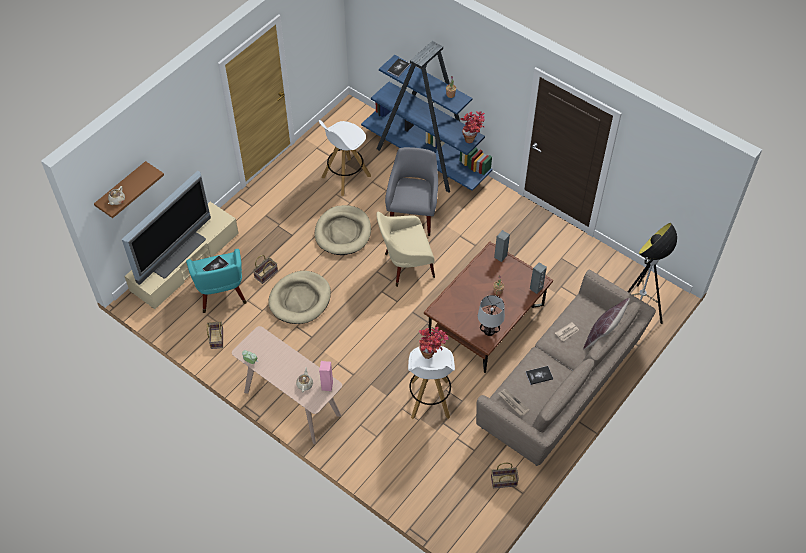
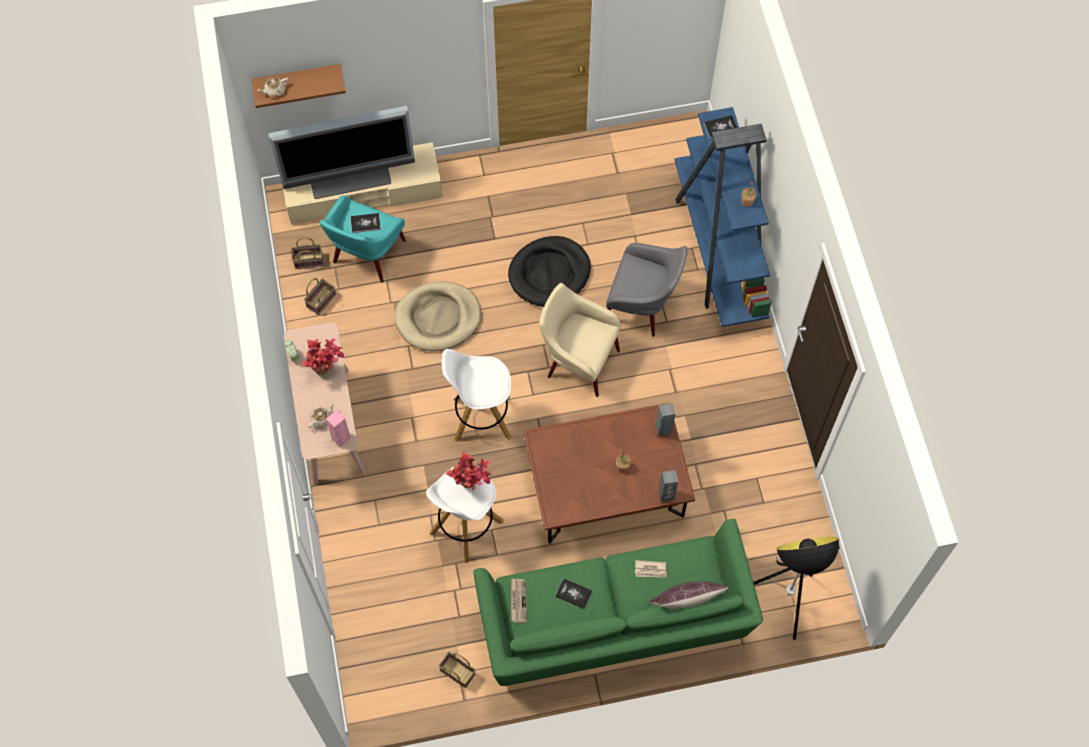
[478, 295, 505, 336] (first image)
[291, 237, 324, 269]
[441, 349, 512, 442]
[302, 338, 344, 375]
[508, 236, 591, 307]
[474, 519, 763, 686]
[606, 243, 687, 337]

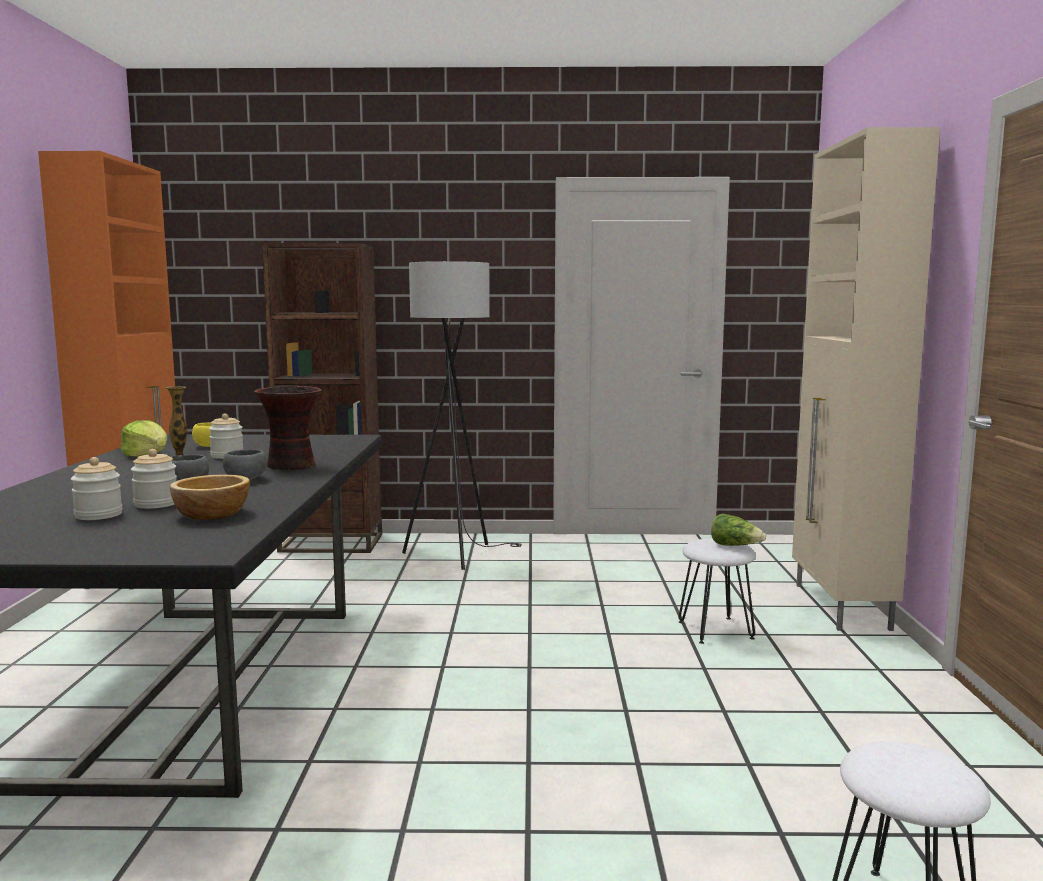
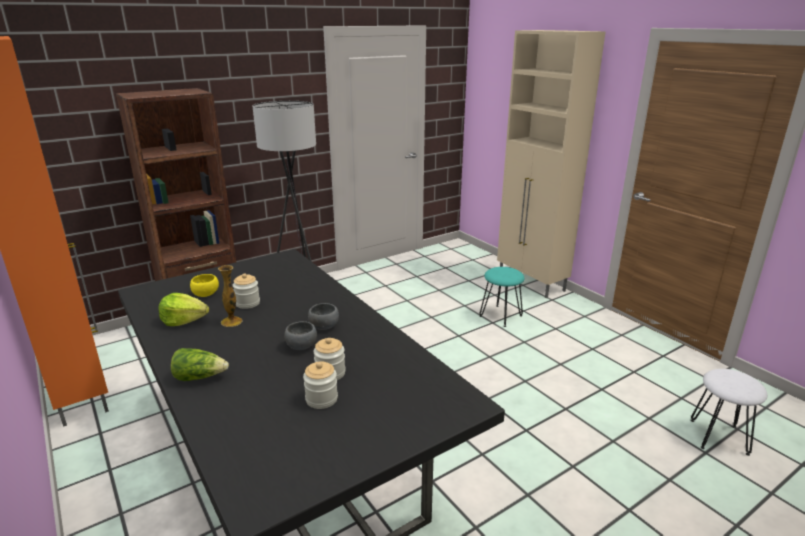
[170, 475, 250, 520] (first image)
[254, 386, 322, 470] (first image)
[171, 348, 229, 381]
[480, 267, 524, 327]

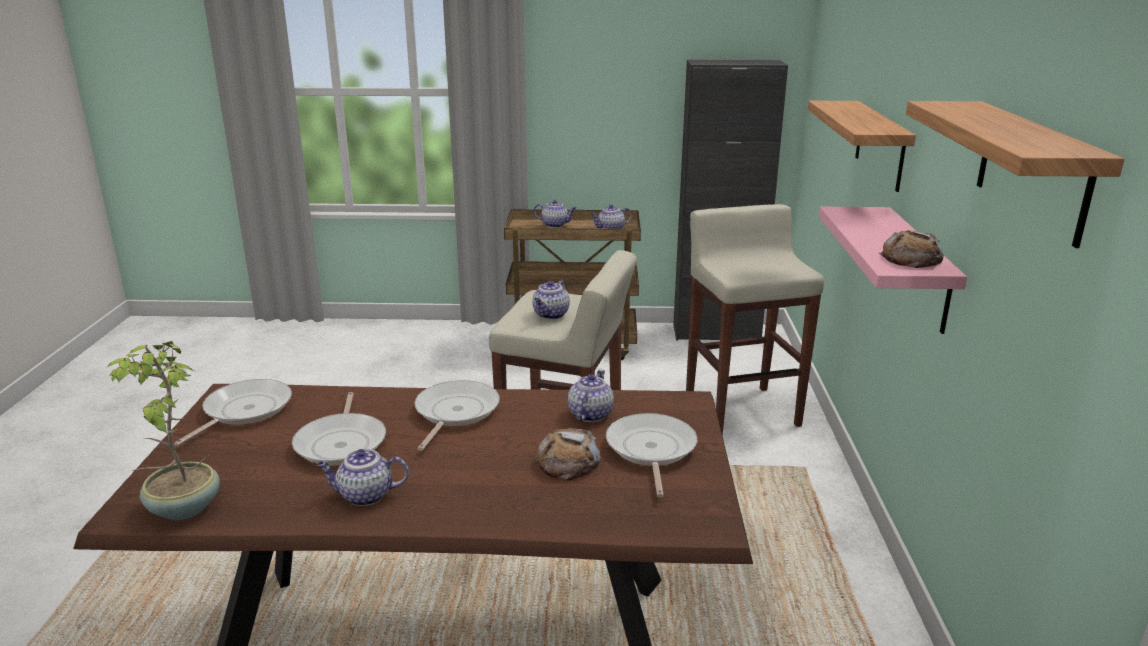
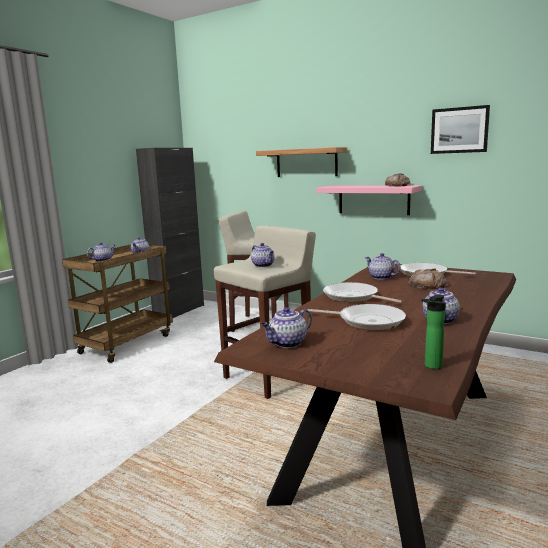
[421, 295, 446, 369]
[261, 307, 312, 348]
[431, 105, 490, 154]

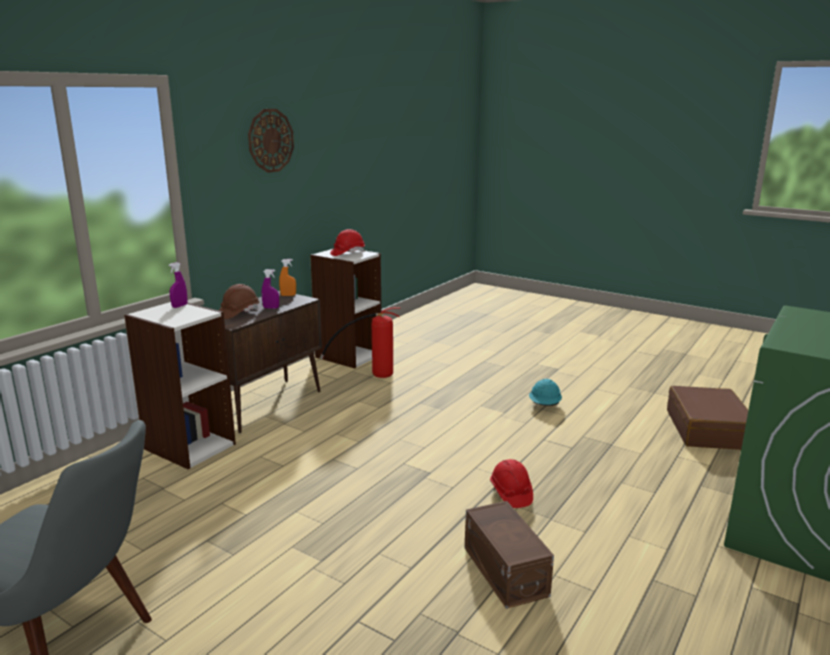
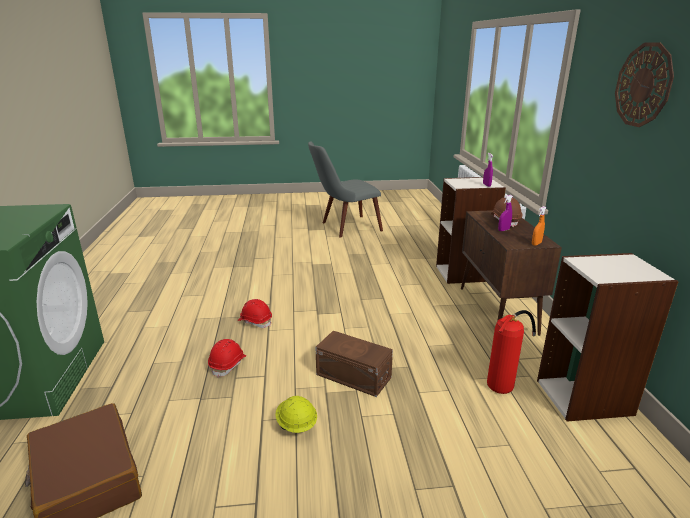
[208, 339, 246, 378]
[315, 331, 393, 397]
[275, 396, 317, 433]

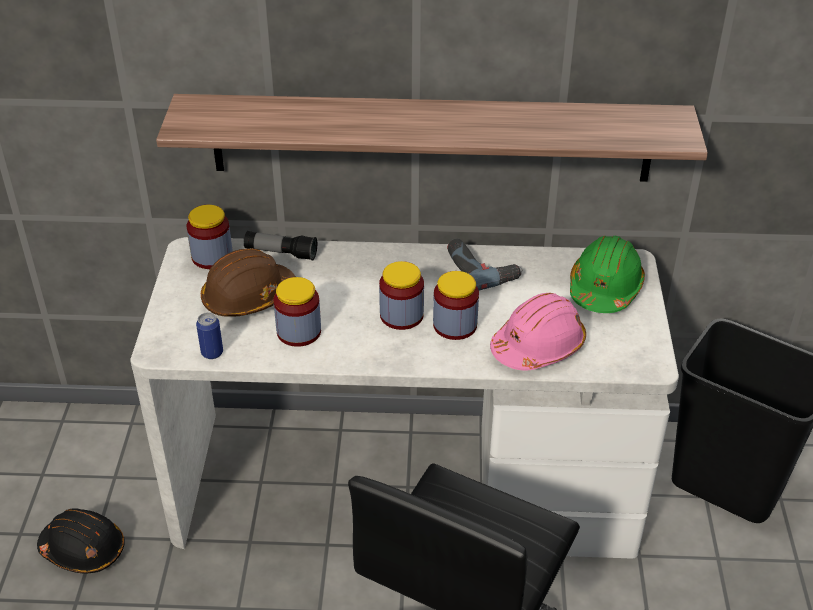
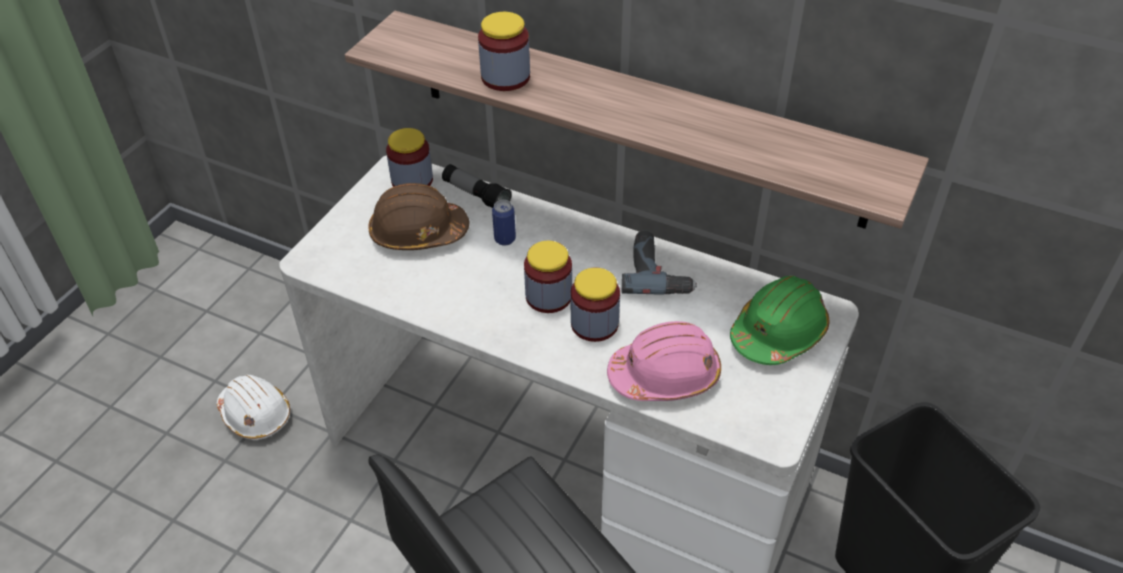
[492, 200, 516, 246]
[478, 12, 530, 91]
[217, 375, 290, 440]

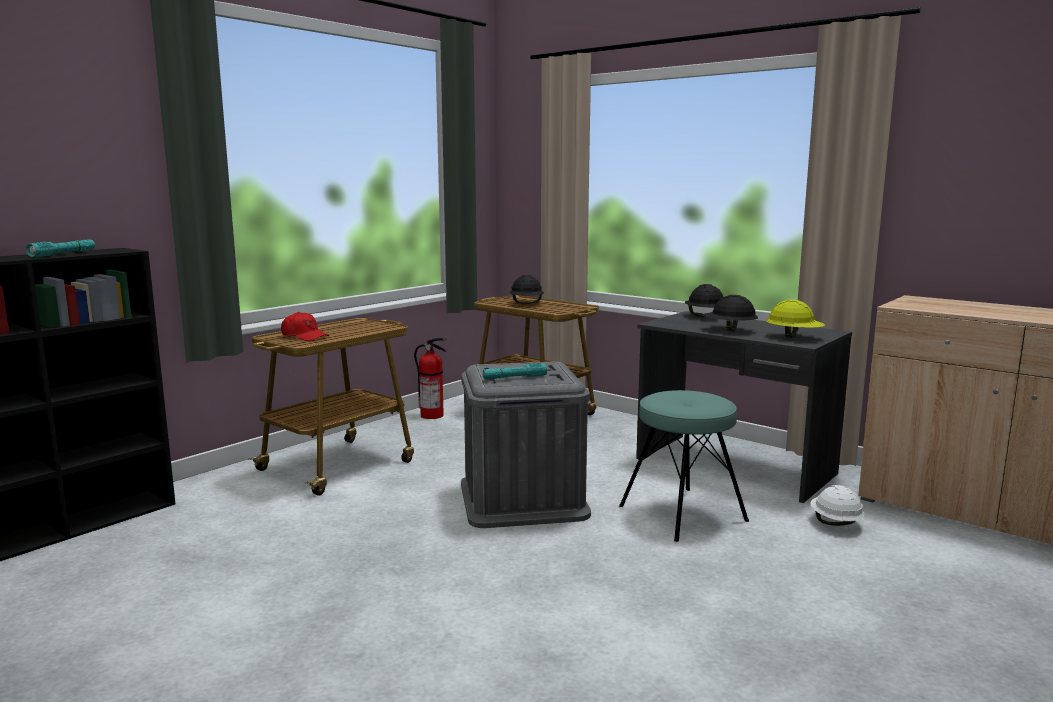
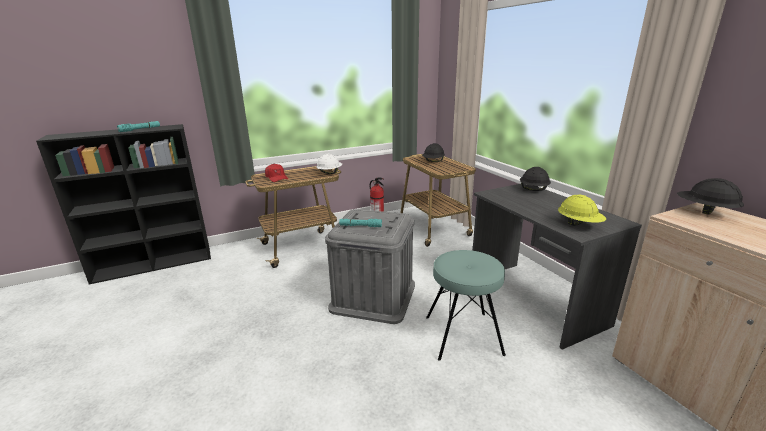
[677, 178, 744, 215]
[316, 154, 342, 174]

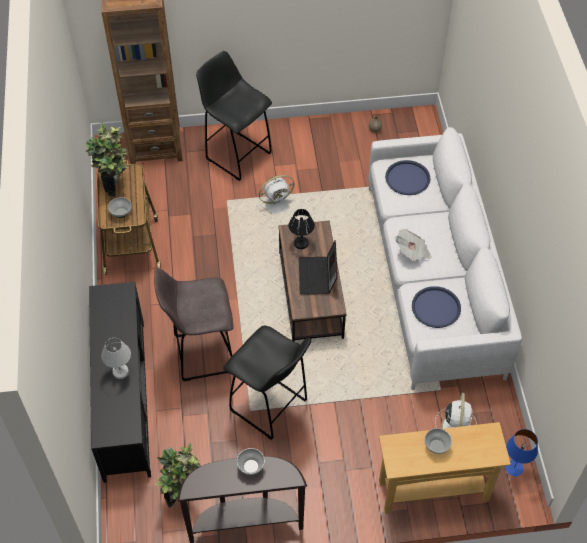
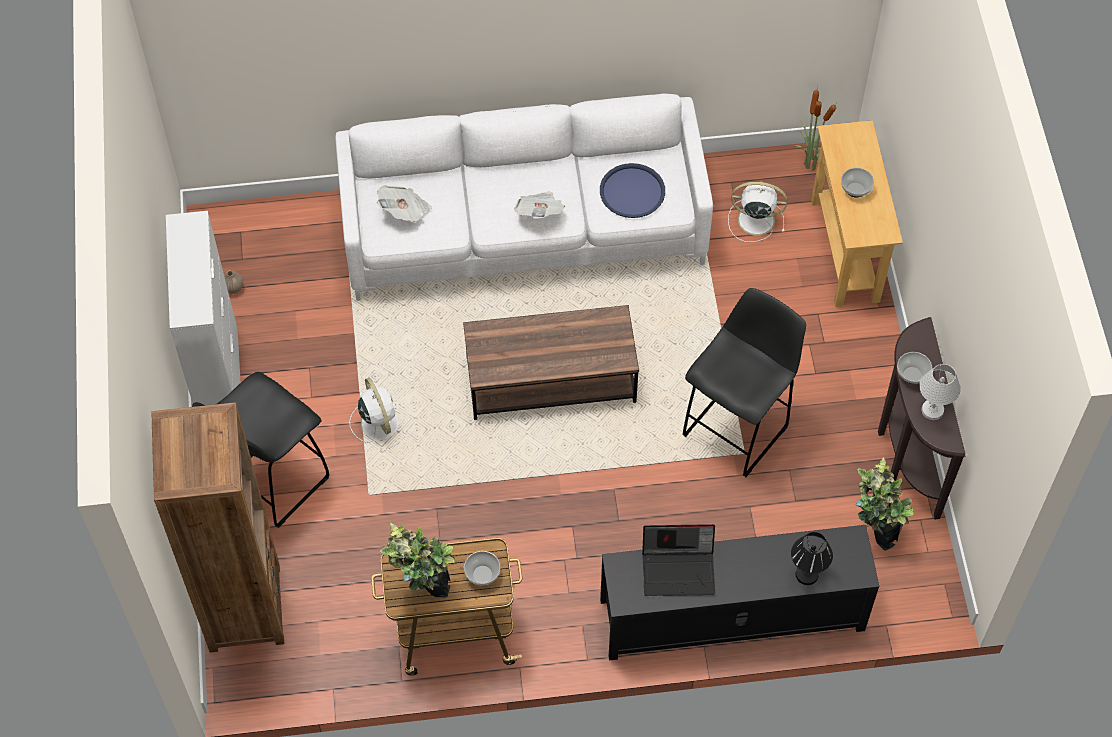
[154, 268, 234, 381] (first image)
[166, 211, 241, 405]
[919, 364, 961, 420]
[791, 532, 833, 585]
[642, 524, 715, 596]
[376, 186, 432, 222]
[794, 86, 836, 170]

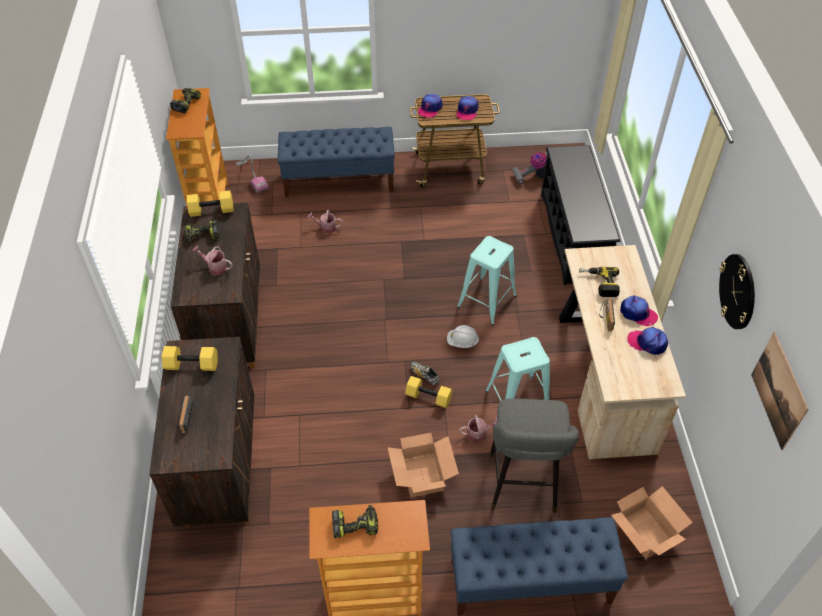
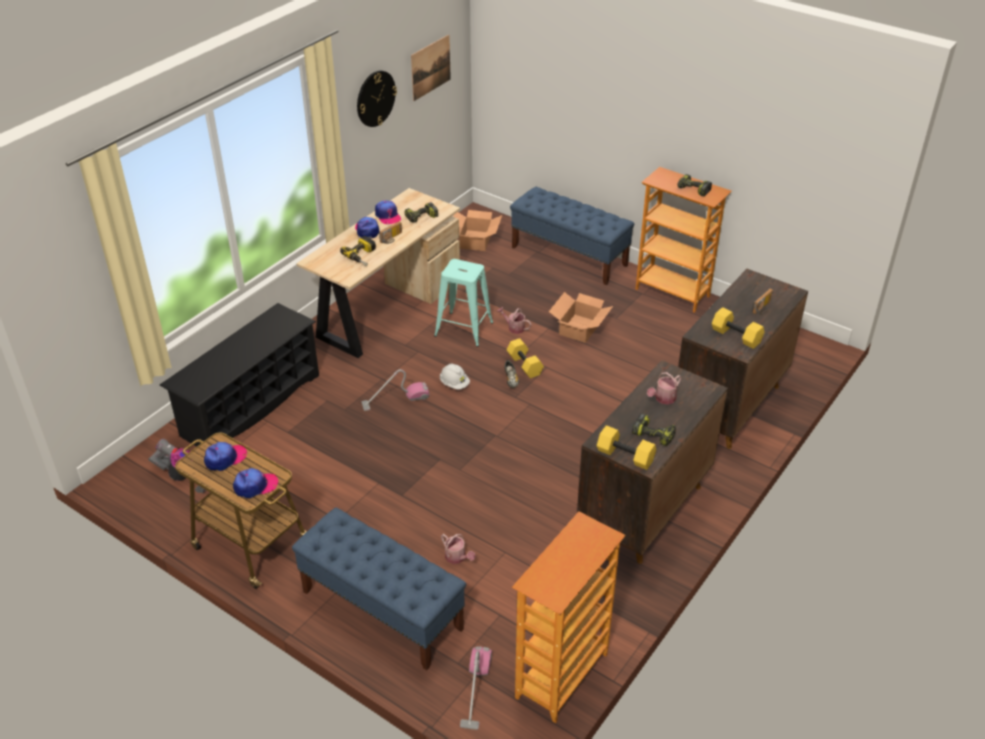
[489, 399, 579, 513] (first image)
[404, 202, 438, 223]
[362, 369, 430, 411]
[647, 372, 681, 405]

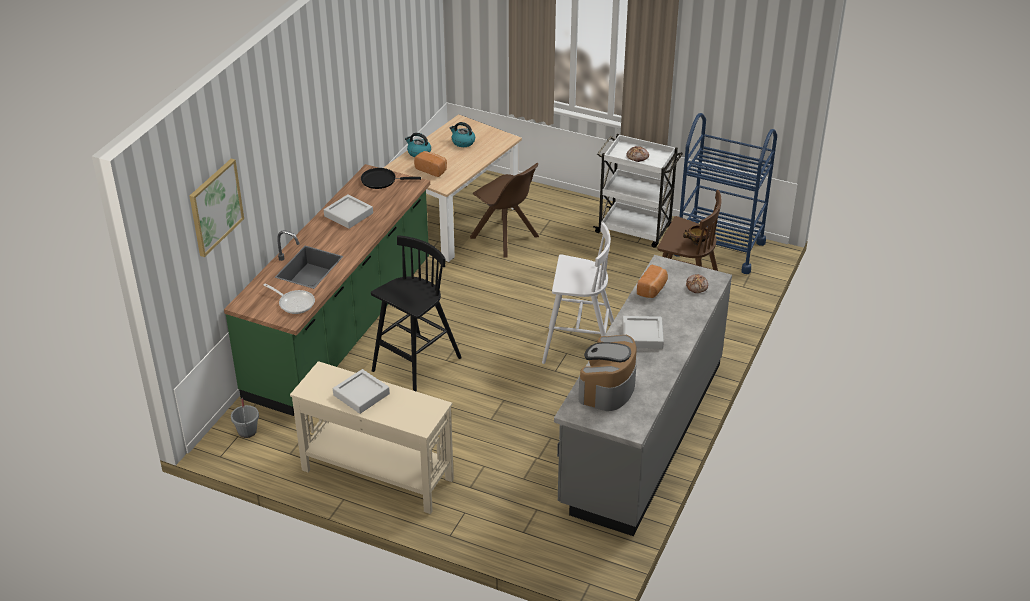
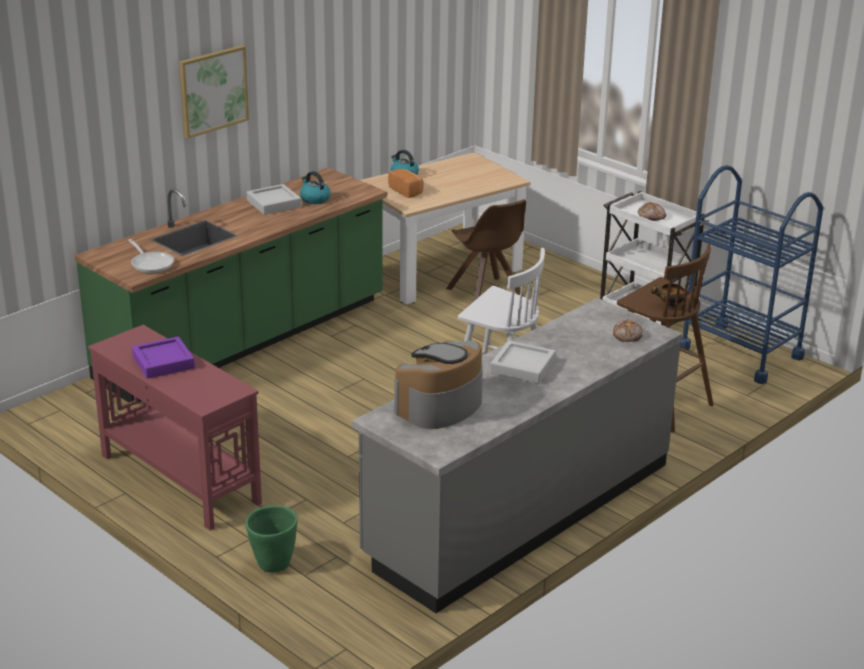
[231, 398, 259, 438] (first image)
[361, 168, 421, 189] (first image)
[371, 235, 462, 392] (first image)
[637, 265, 668, 298] (first image)
[245, 505, 298, 573]
[179, 45, 249, 139]
[300, 171, 331, 204]
[88, 325, 262, 531]
[132, 337, 195, 379]

